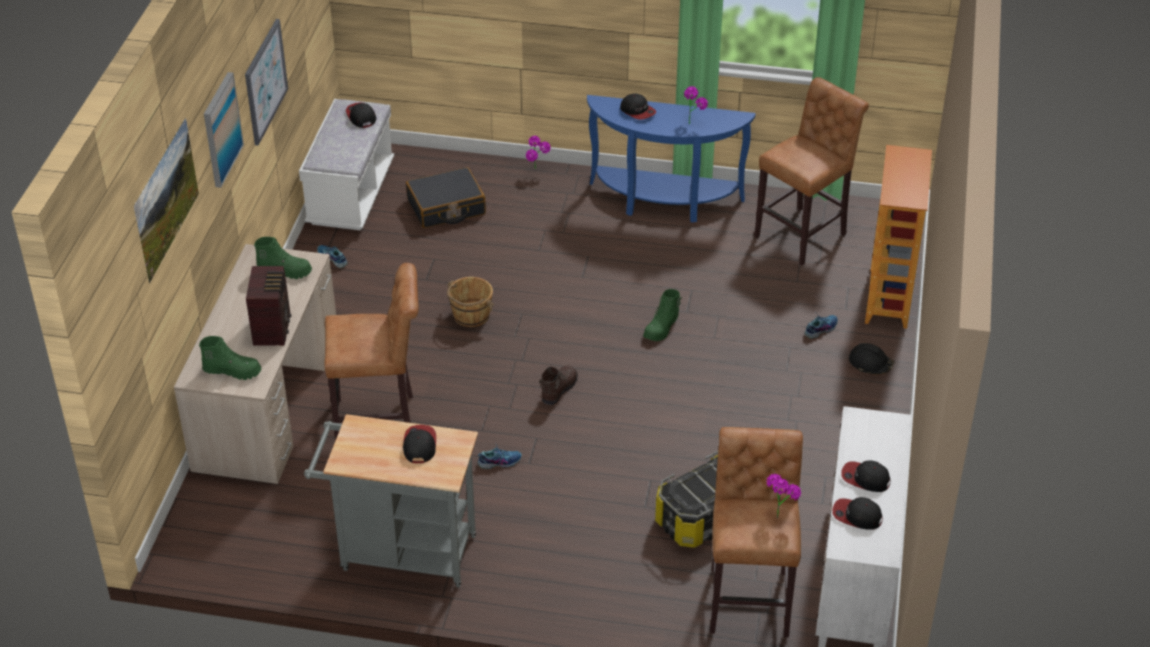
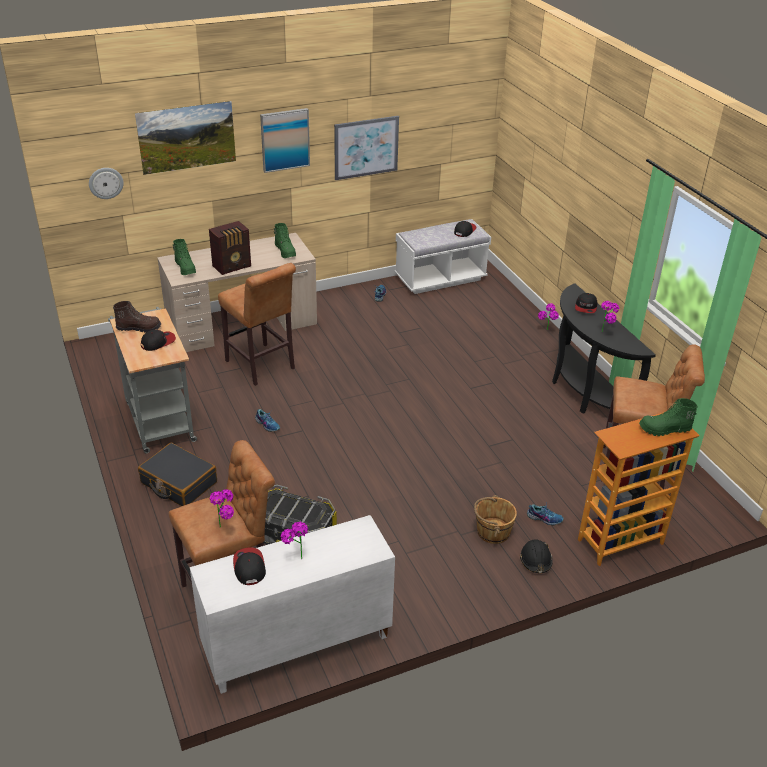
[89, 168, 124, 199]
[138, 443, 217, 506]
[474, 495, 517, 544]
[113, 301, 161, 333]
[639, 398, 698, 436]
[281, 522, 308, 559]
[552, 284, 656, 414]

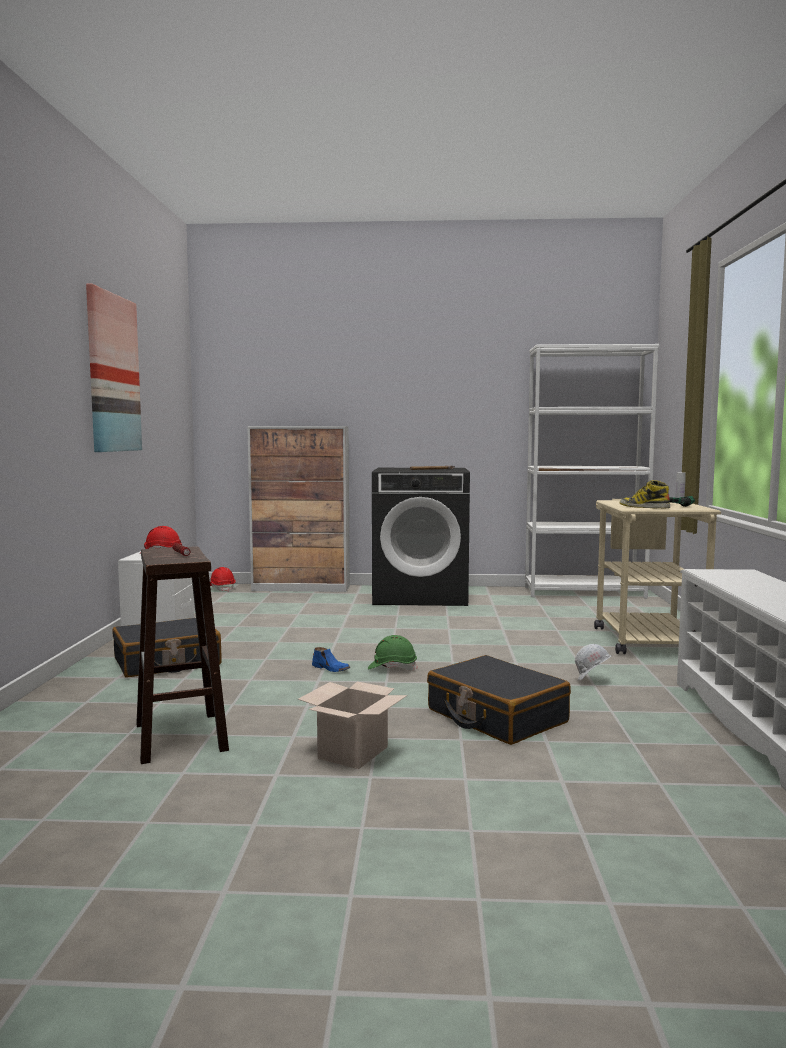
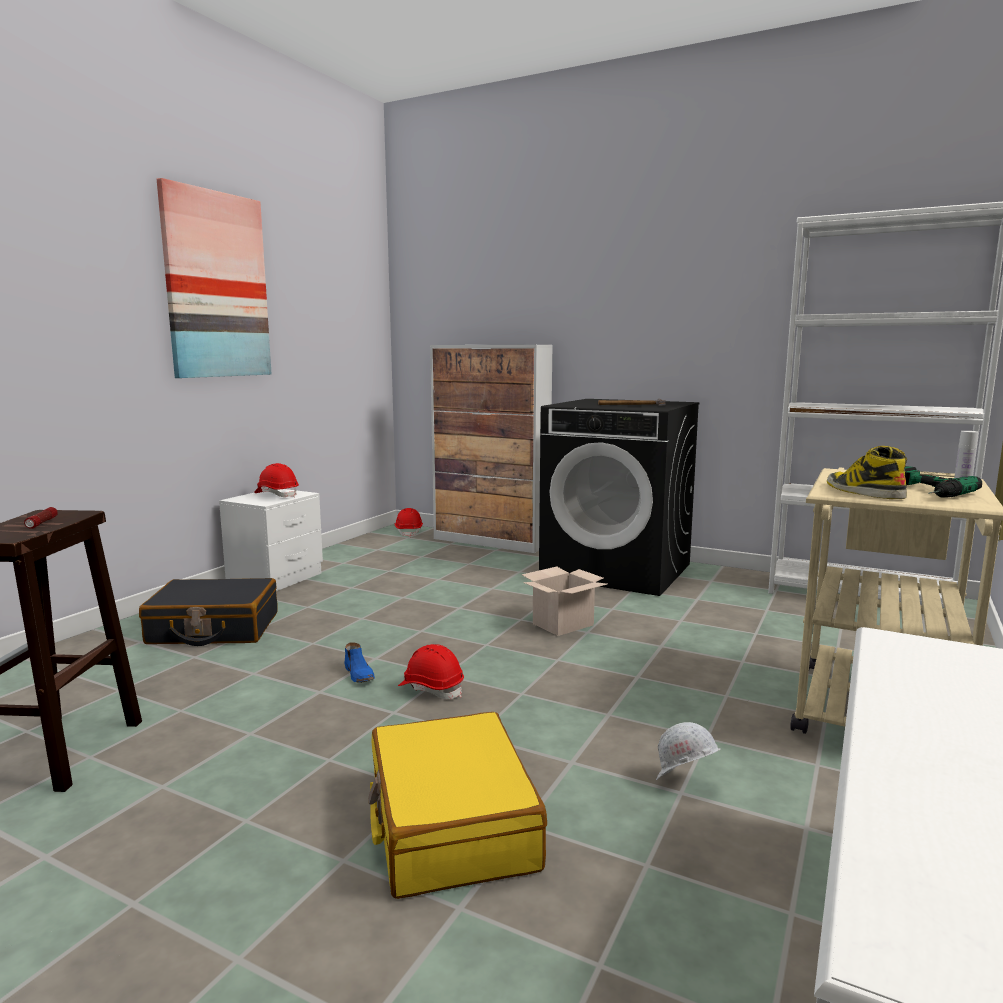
[522, 567, 607, 636]
[398, 644, 464, 699]
[368, 712, 547, 899]

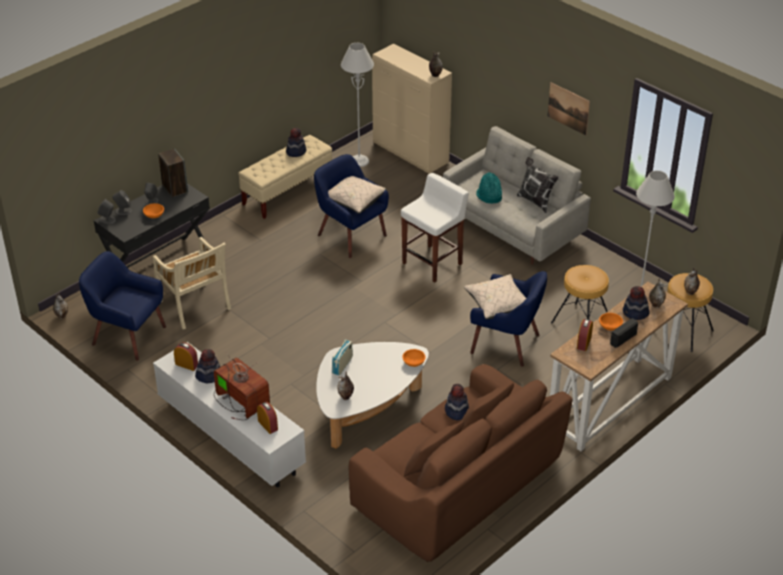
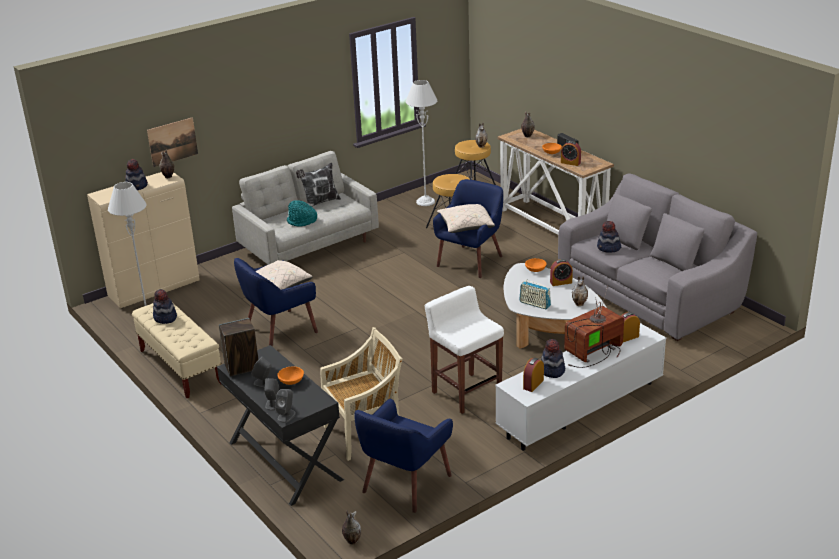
[550, 259, 573, 286]
[424, 286, 504, 414]
[147, 117, 198, 167]
[125, 159, 148, 190]
[558, 173, 757, 341]

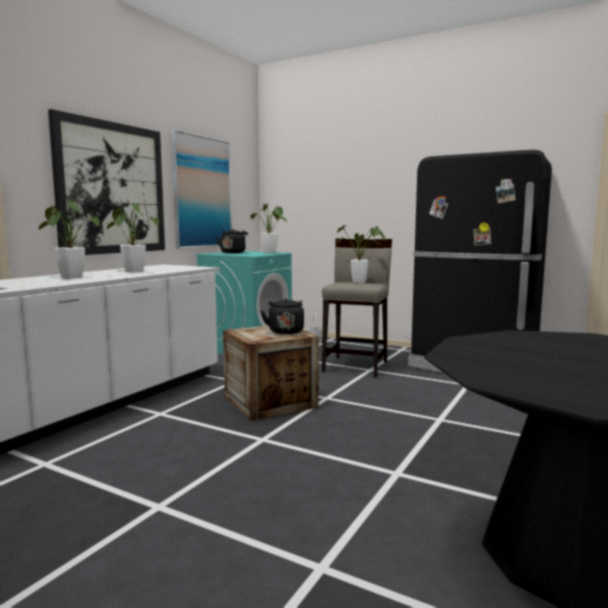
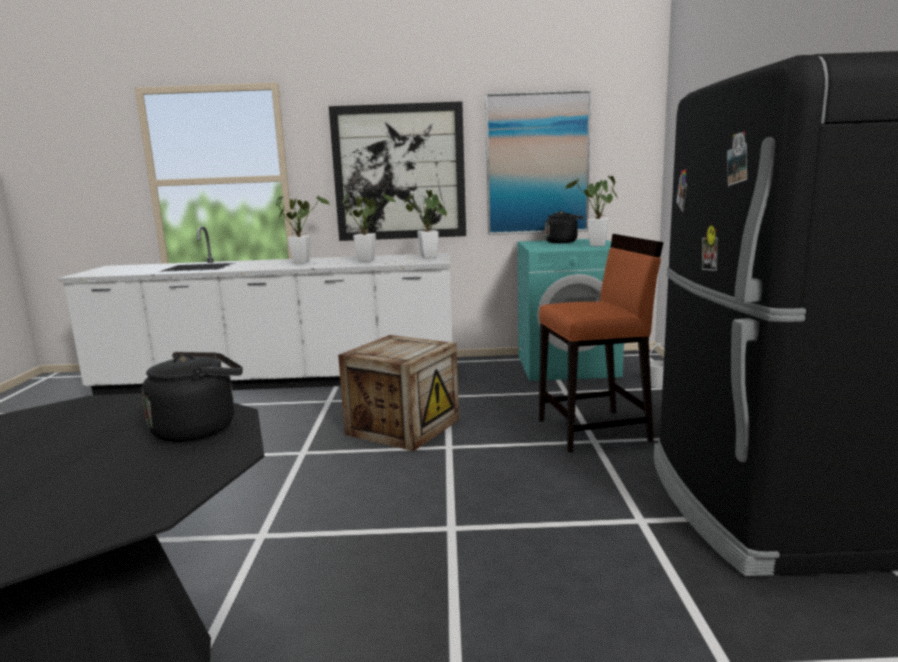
[142, 352, 243, 442]
[403, 190, 447, 258]
[539, 234, 664, 452]

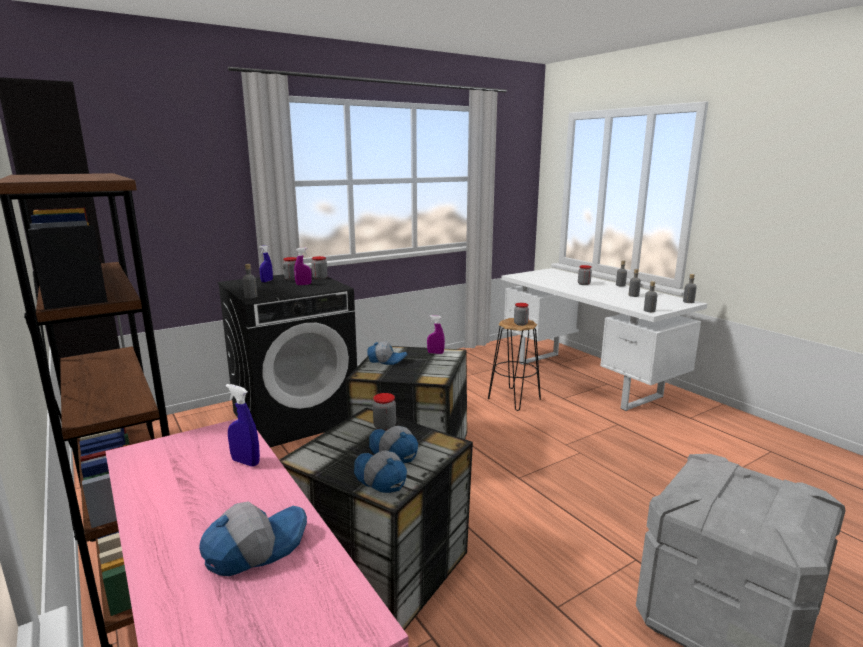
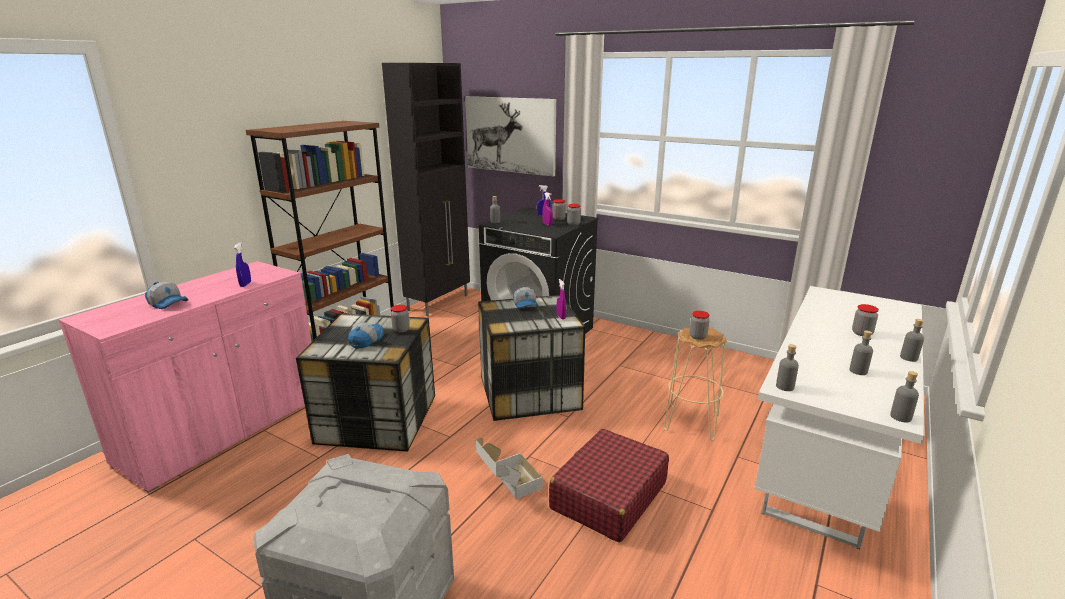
[354, 450, 407, 493] (first image)
[465, 96, 556, 176]
[476, 438, 542, 499]
[549, 429, 669, 543]
[664, 327, 727, 440]

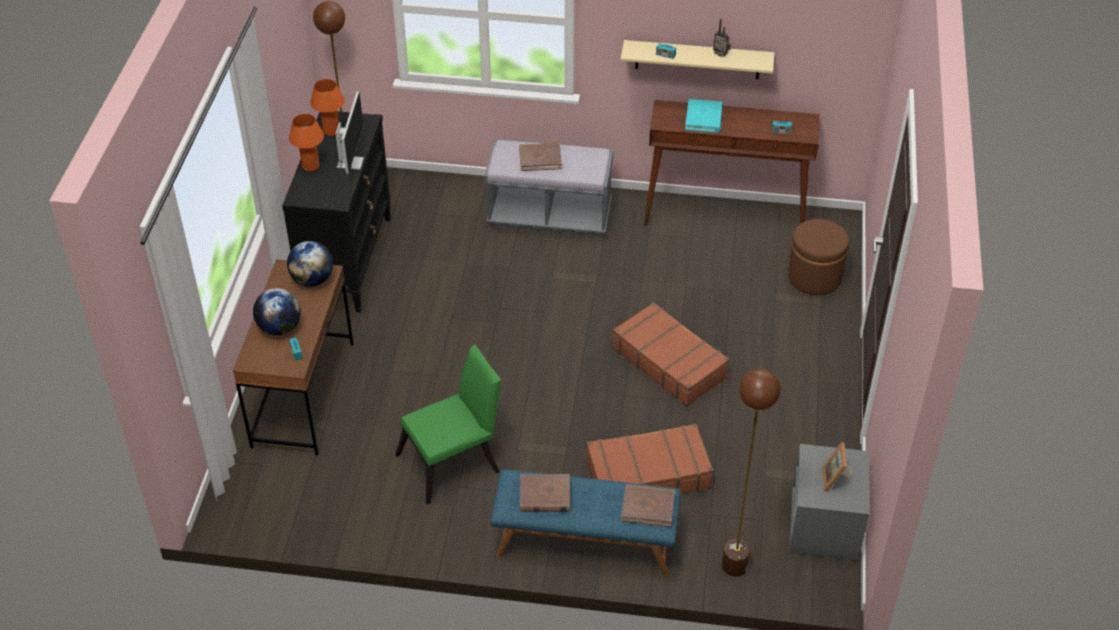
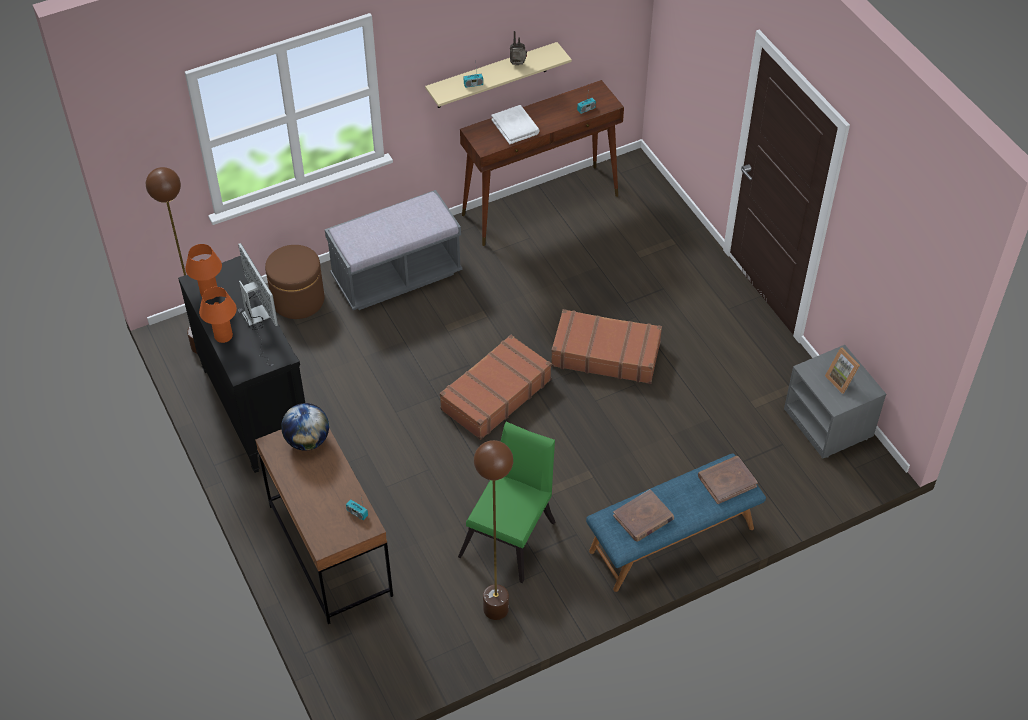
[253, 288, 301, 335] (first image)
[519, 143, 562, 171] (first image)
[440, 335, 552, 440]
[474, 440, 513, 620]
[265, 245, 324, 319]
[491, 105, 540, 144]

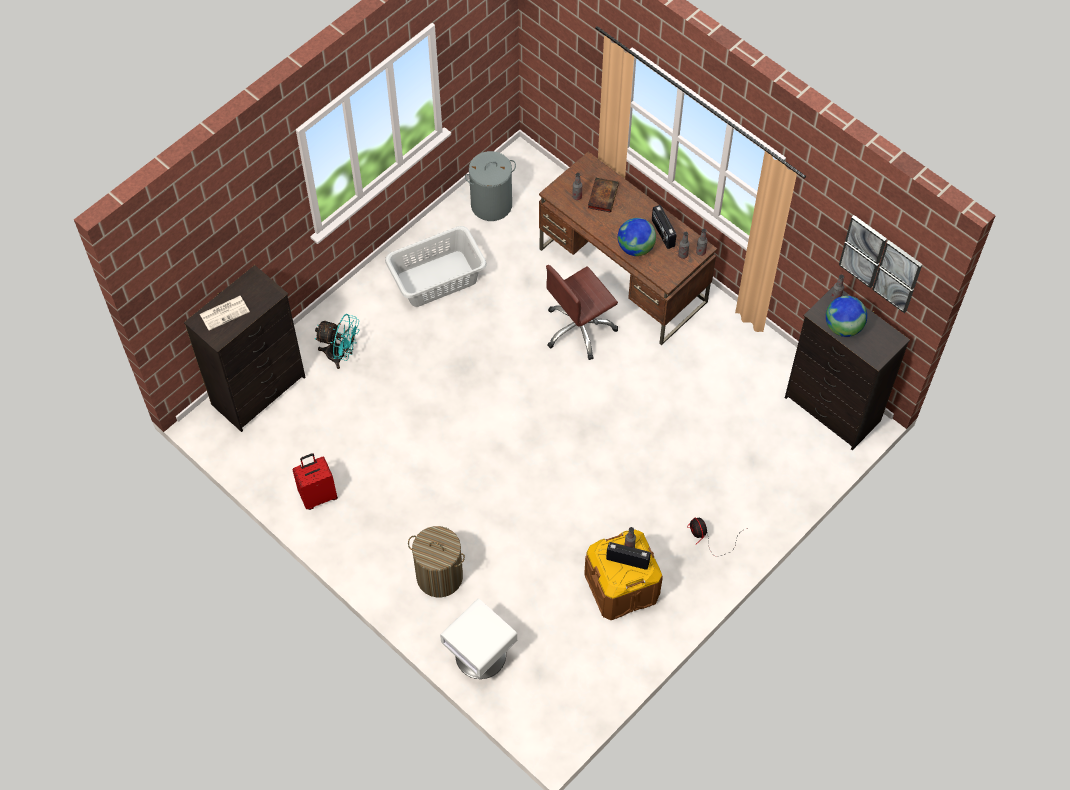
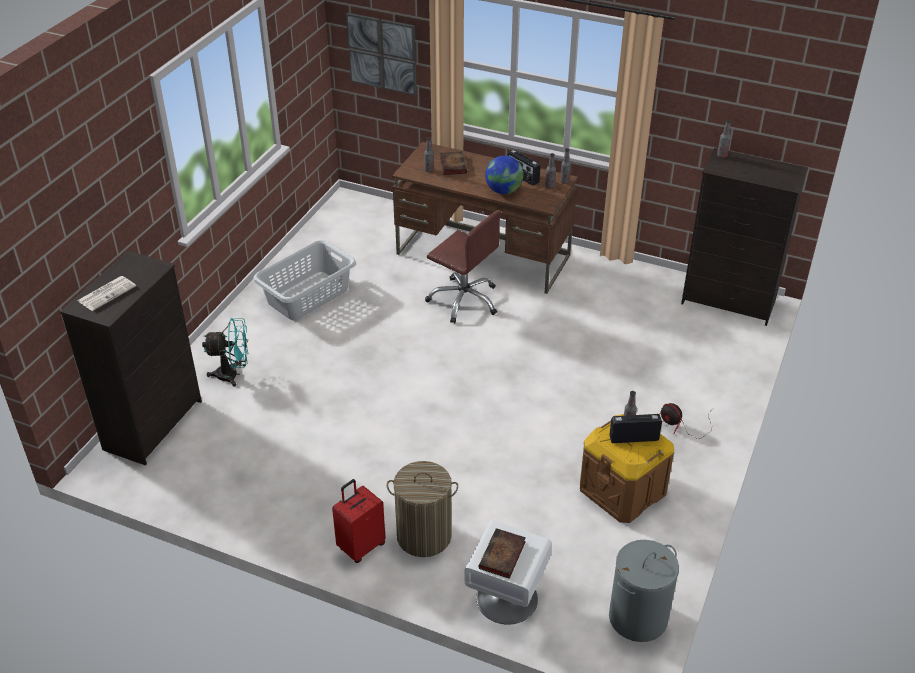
[826, 296, 867, 337] (first image)
[478, 528, 526, 579]
[332, 479, 386, 563]
[609, 540, 679, 642]
[346, 12, 417, 95]
[425, 210, 501, 324]

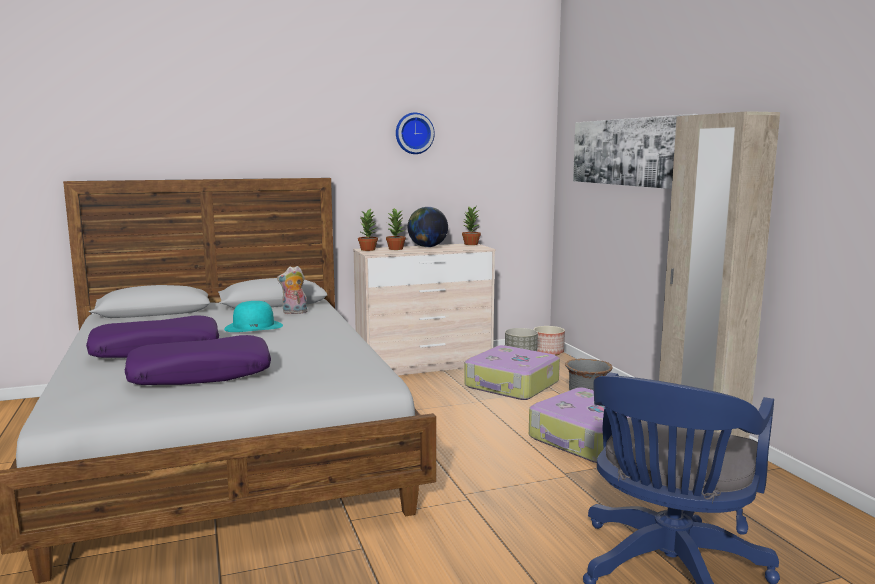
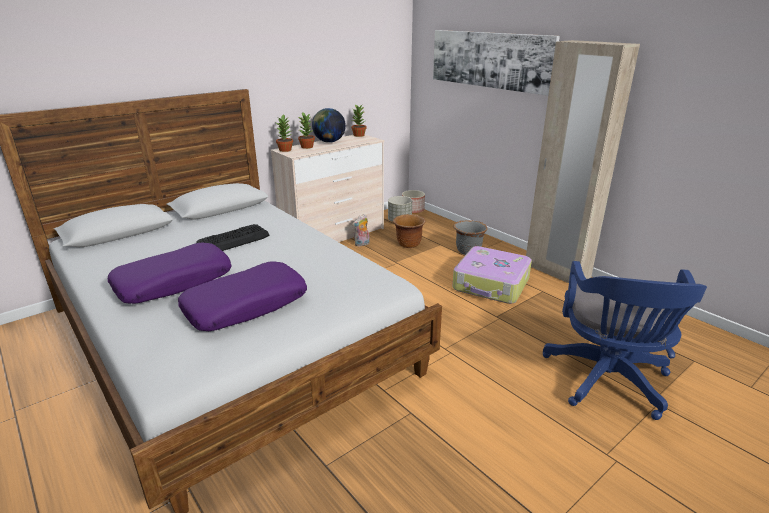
[396, 113, 435, 154] (first image)
[352, 214, 370, 247]
[196, 224, 269, 251]
[393, 214, 426, 248]

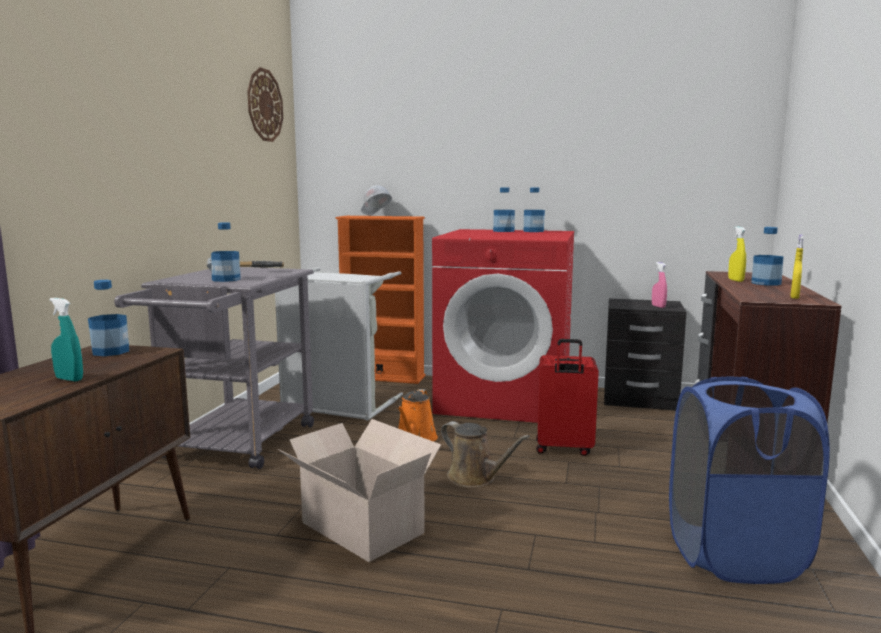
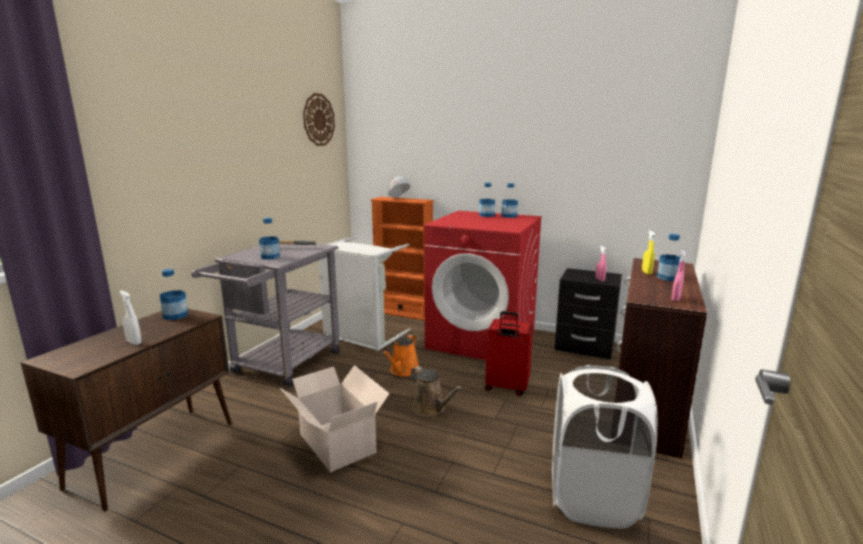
[119, 291, 142, 345]
[552, 365, 657, 529]
[671, 250, 686, 301]

